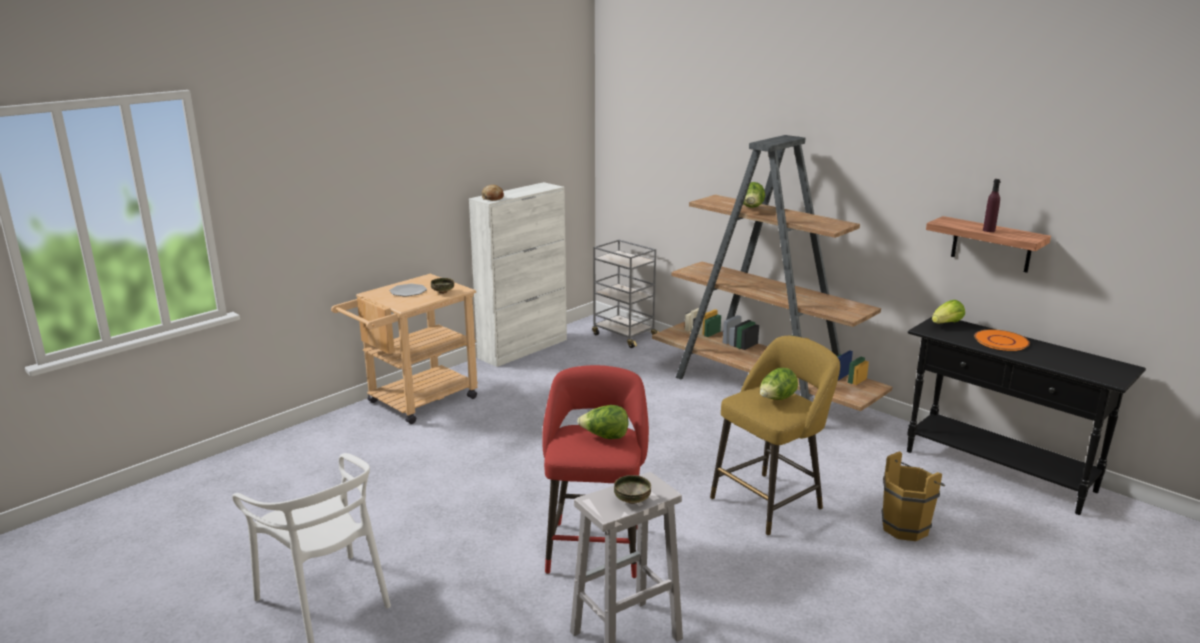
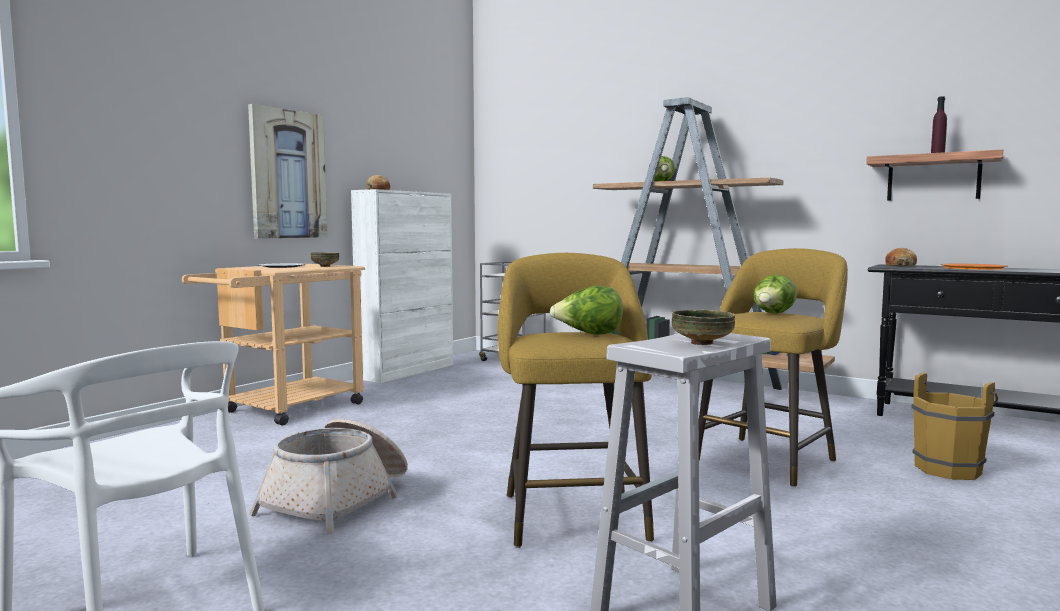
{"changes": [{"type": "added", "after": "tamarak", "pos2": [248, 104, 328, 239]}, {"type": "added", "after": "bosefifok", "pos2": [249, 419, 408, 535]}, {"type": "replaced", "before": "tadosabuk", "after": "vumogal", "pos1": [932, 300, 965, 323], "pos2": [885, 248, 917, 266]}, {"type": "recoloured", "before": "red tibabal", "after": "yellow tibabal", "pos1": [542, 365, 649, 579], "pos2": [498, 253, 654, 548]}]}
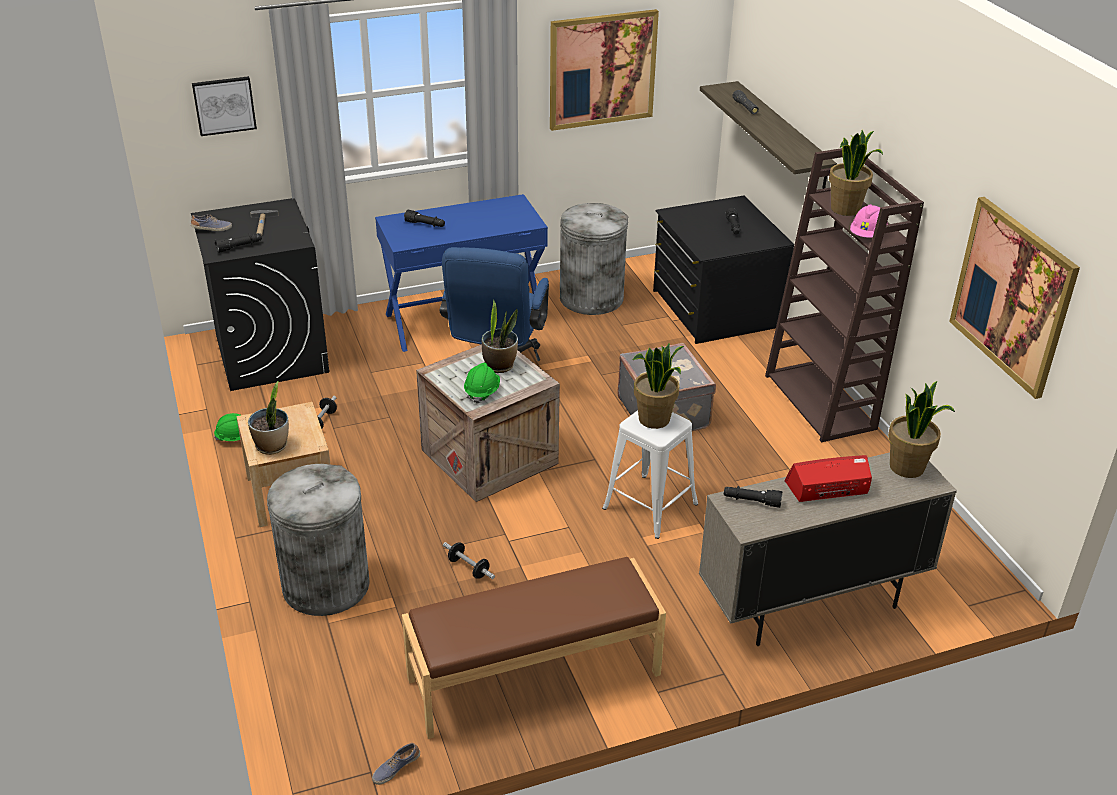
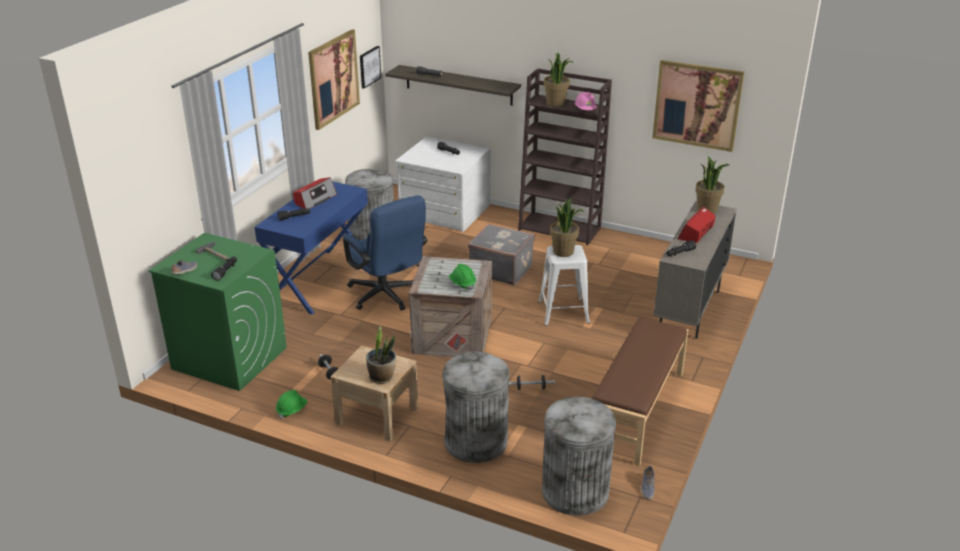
{"changes": [{"type": "removed", "before": "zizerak", "pos1": [482, 299, 518, 373]}, {"type": "added", "after": "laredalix", "pos2": [293, 177, 337, 209]}, {"type": "added", "after": "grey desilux", "pos2": [542, 397, 616, 516]}, {"type": "moved", "before": "tamarak", "pos1": [192, 76, 257, 136], "pos2": [360, 46, 381, 89]}, {"type": "recoloured", "before": "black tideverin", "after": "green tideverin", "pos1": [191, 198, 329, 391], "pos2": [149, 233, 287, 391]}, {"type": "recoloured", "before": "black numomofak", "after": "white numomofak", "pos1": [653, 196, 794, 344], "pos2": [395, 136, 491, 232]}]}
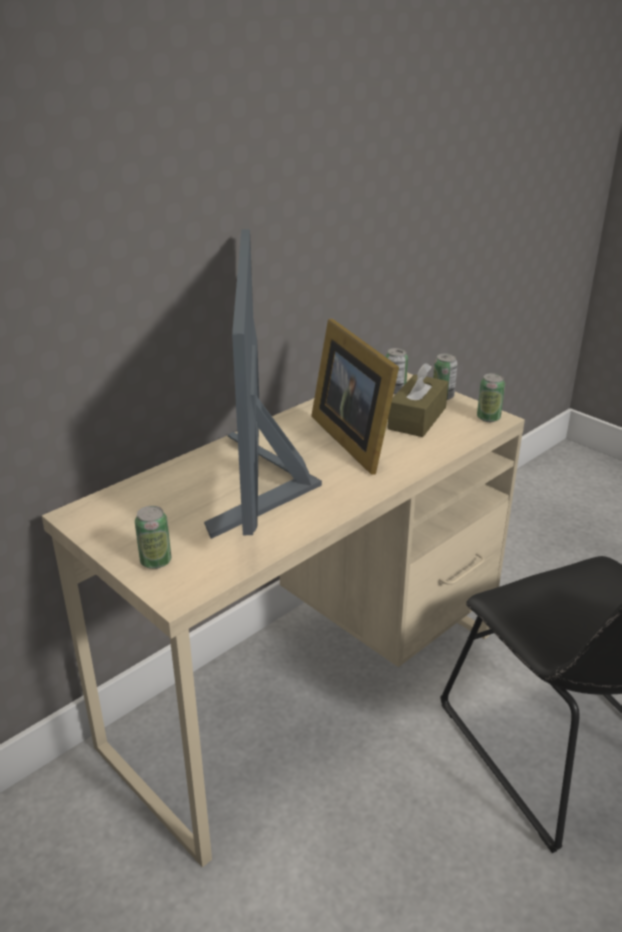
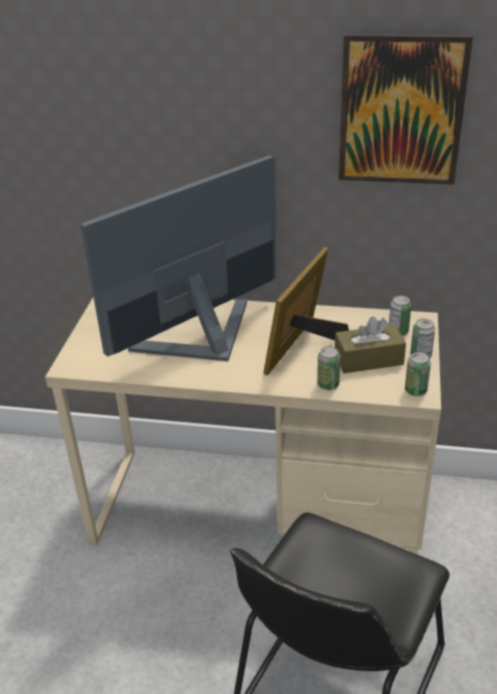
{"changes": [{"type": "added", "after": "tamarak", "pos2": [339, 33, 473, 185]}, {"type": "moved", "before": "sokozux", "pos1": [135, 506, 171, 569], "pos2": [317, 346, 340, 390]}]}
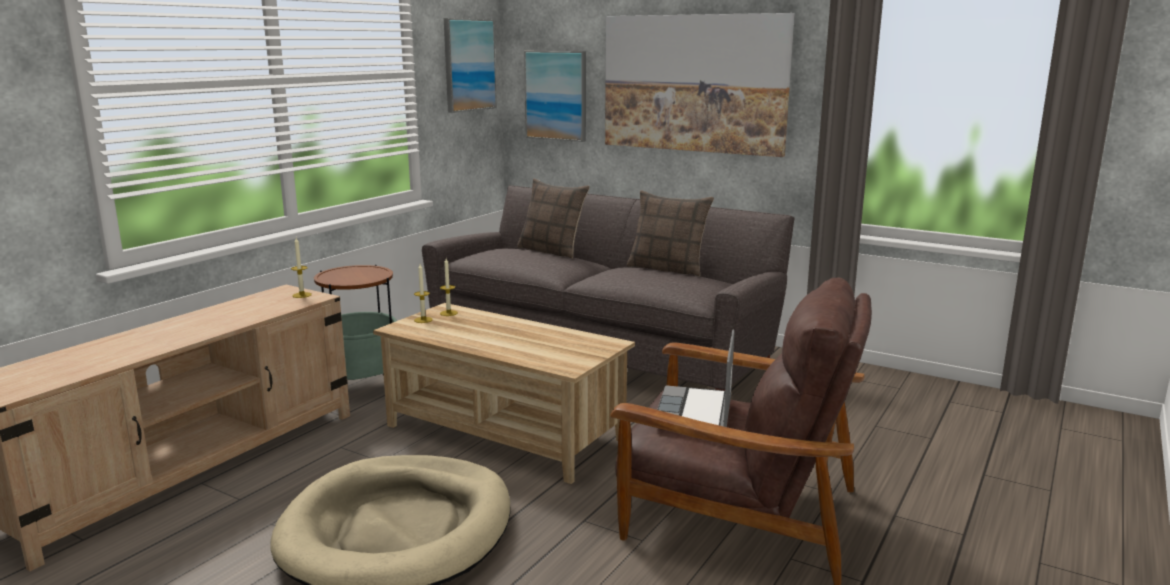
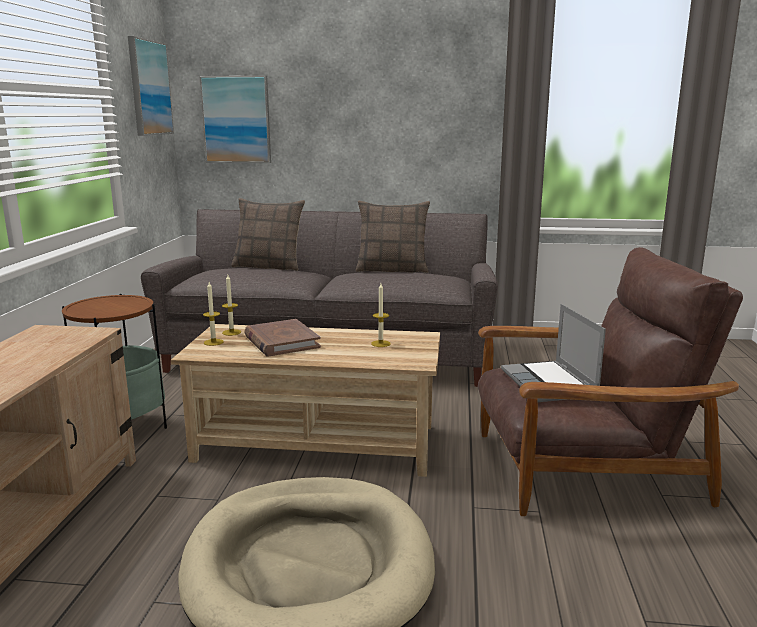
{"changes": [{"type": "removed", "before": "tamarak", "pos1": [605, 13, 795, 157]}, {"type": "added", "after": "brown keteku", "pos2": [244, 319, 321, 357]}, {"type": "moved", "before": "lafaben", "pos1": [291, 238, 312, 298], "pos2": [371, 284, 391, 347]}]}
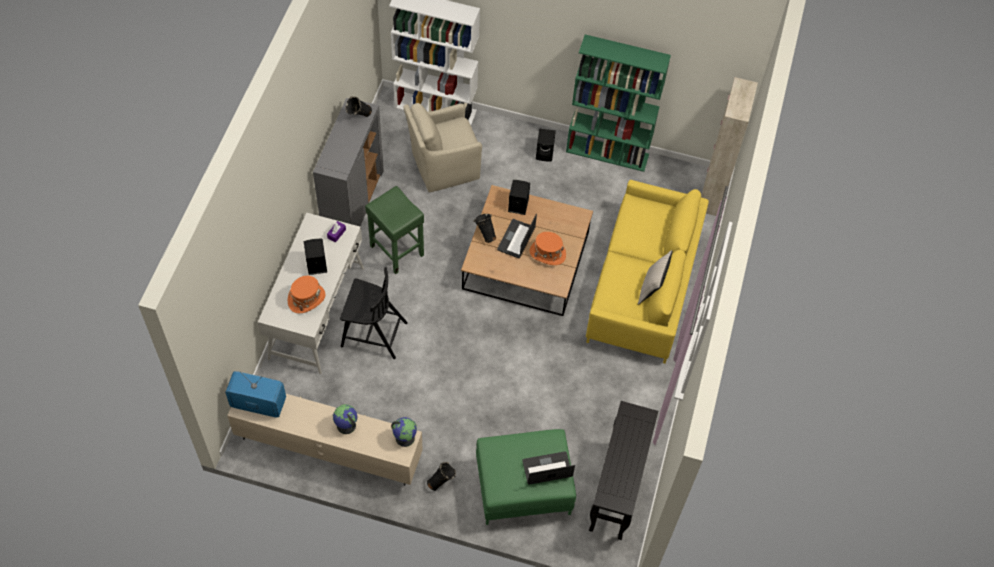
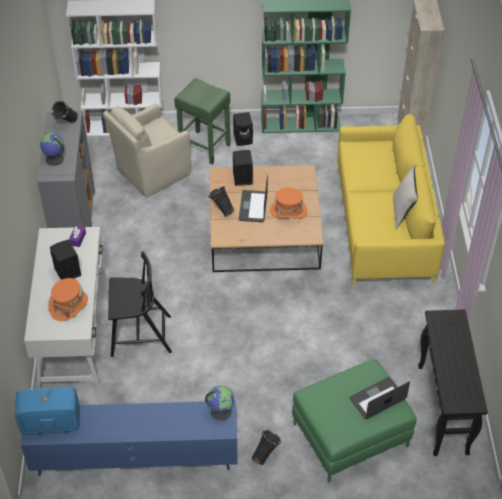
{"changes": [{"type": "moved", "before": "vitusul", "pos1": [333, 404, 358, 434], "pos2": [40, 133, 64, 166]}, {"type": "moved", "before": "green tibabal", "pos1": [365, 186, 424, 274], "pos2": [174, 78, 231, 164]}, {"type": "recoloured", "before": "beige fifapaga", "after": "blue fifapaga", "pos1": [227, 394, 423, 486], "pos2": [21, 401, 238, 476]}]}
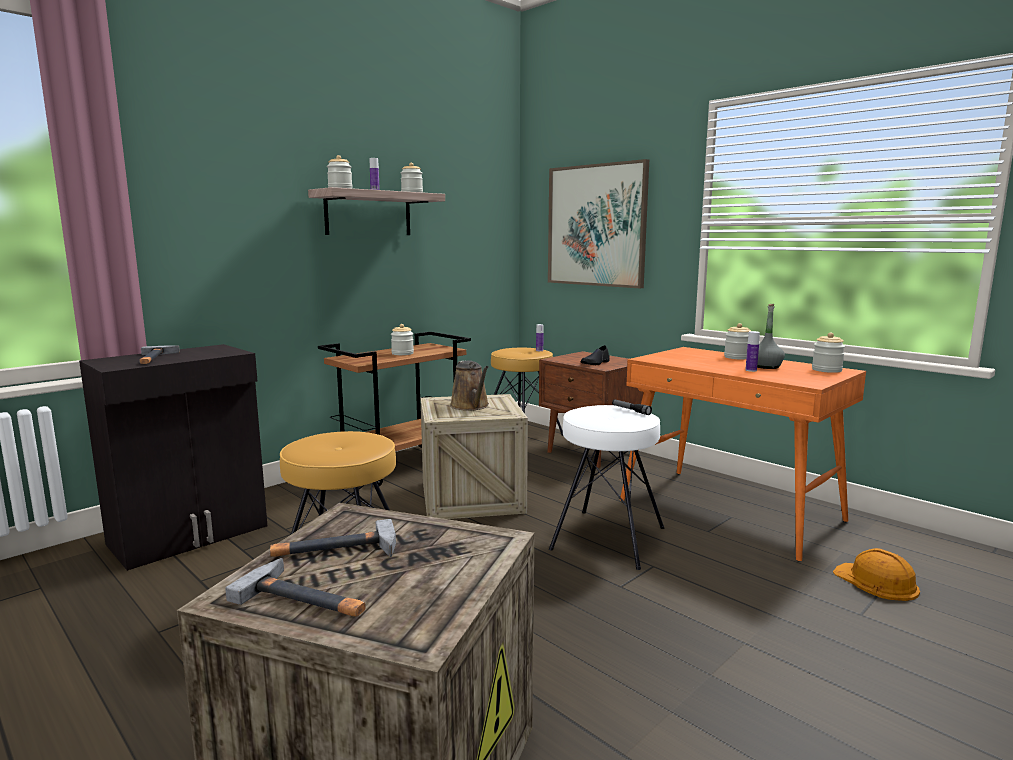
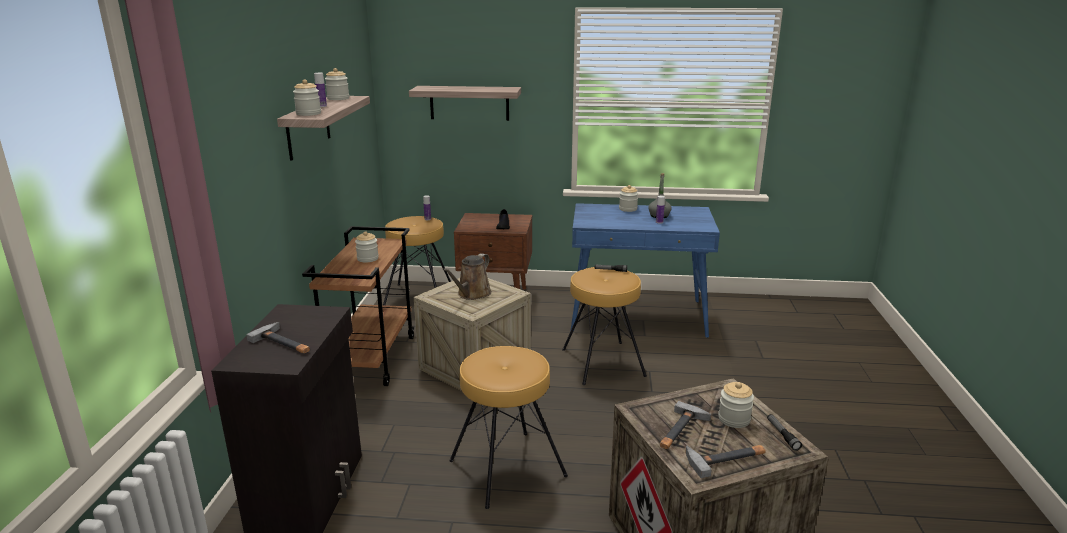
{"changes": [{"type": "removed", "before": "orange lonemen", "pos1": [833, 548, 920, 601]}, {"type": "added", "after": "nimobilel", "pos2": [767, 414, 802, 451]}, {"type": "moved", "before": "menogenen", "pos1": [812, 332, 845, 373], "pos2": [718, 382, 754, 428]}, {"type": "replaced", "before": "tamarak", "after": "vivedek", "pos1": [548, 159, 649, 288], "pos2": [409, 86, 521, 121]}, {"type": "recoloured", "before": "white tibabal", "after": "brown tibabal", "pos1": [549, 405, 665, 570], "pos2": [562, 267, 647, 385]}, {"type": "recoloured", "before": "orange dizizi", "after": "blue dizizi", "pos1": [620, 347, 866, 562], "pos2": [570, 203, 720, 338]}, {"type": "turned", "before": "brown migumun", "pos1": [450, 360, 489, 411], "pos2": [443, 253, 492, 300], "turn": 90}]}
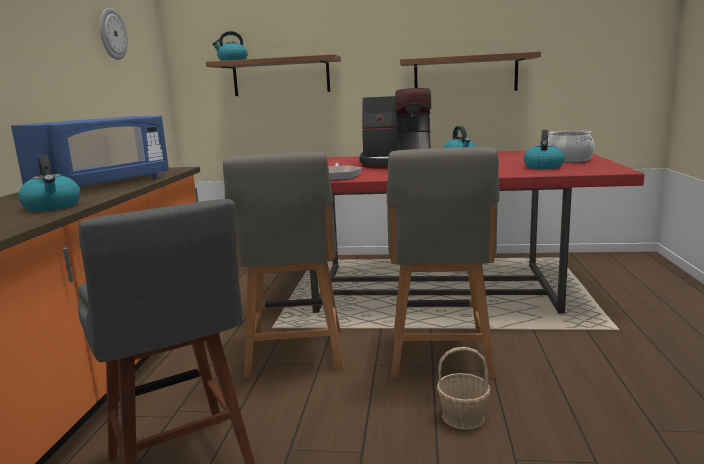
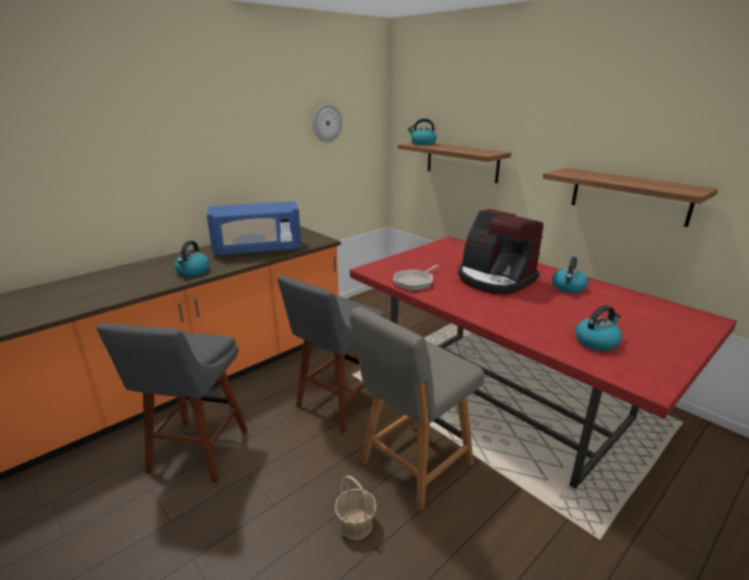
{"changes": [{"type": "removed", "before": "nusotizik", "pos1": [548, 130, 595, 163]}, {"type": "replaced", "before": "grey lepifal", "after": "grey tibabal", "pos1": [223, 152, 344, 378], "pos2": [278, 275, 385, 433]}]}
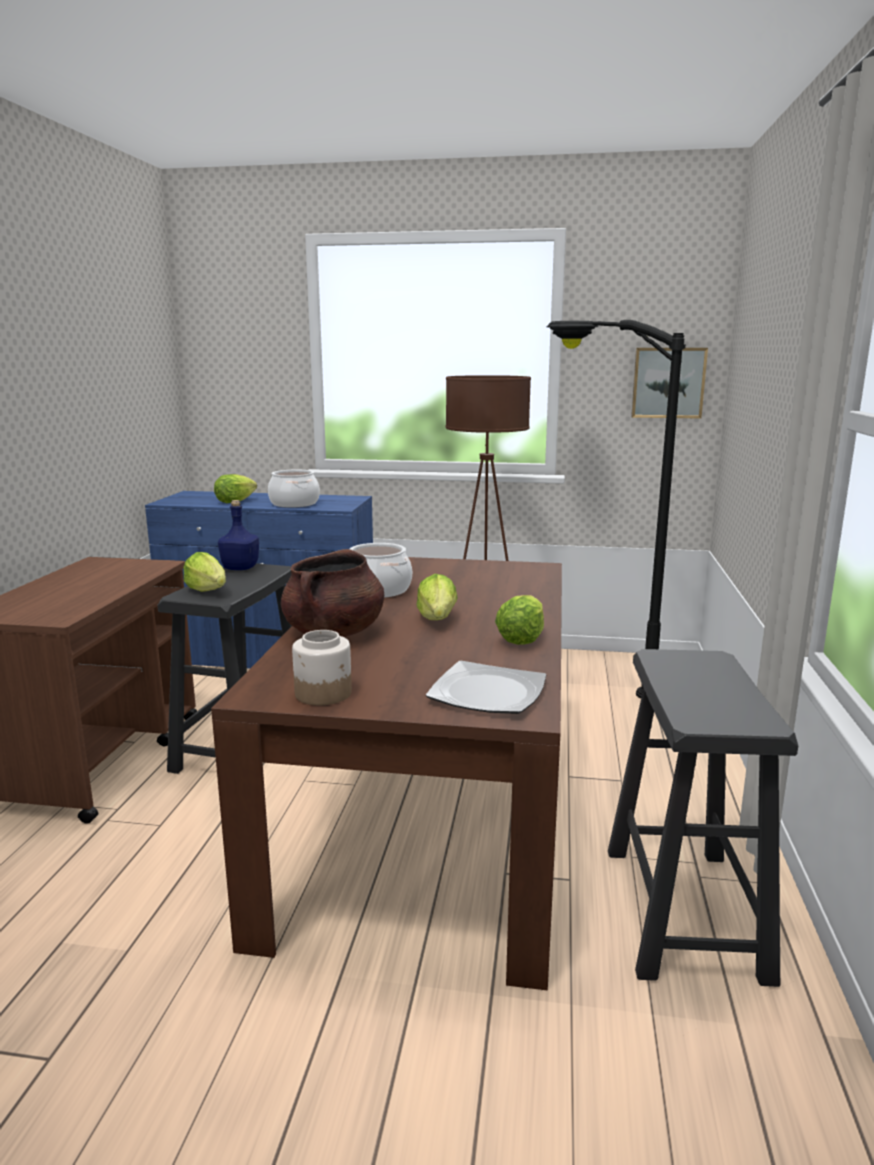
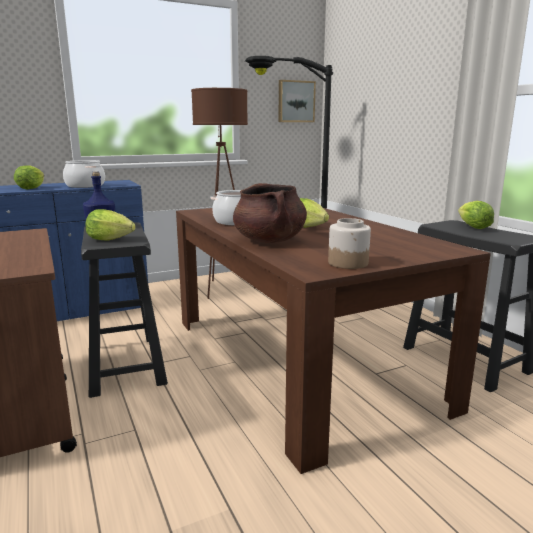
{"changes": [{"type": "removed", "before": "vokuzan", "pos1": [426, 661, 546, 714]}, {"type": "moved", "before": "tadosabuk", "pos1": [495, 595, 544, 645], "pos2": [458, 201, 494, 229]}]}
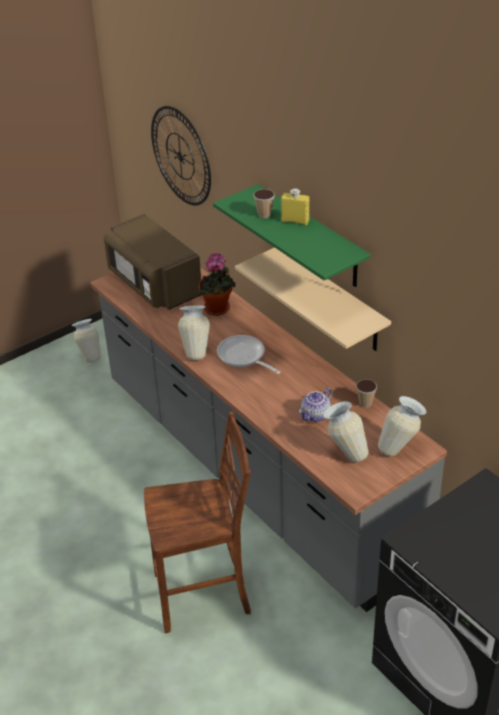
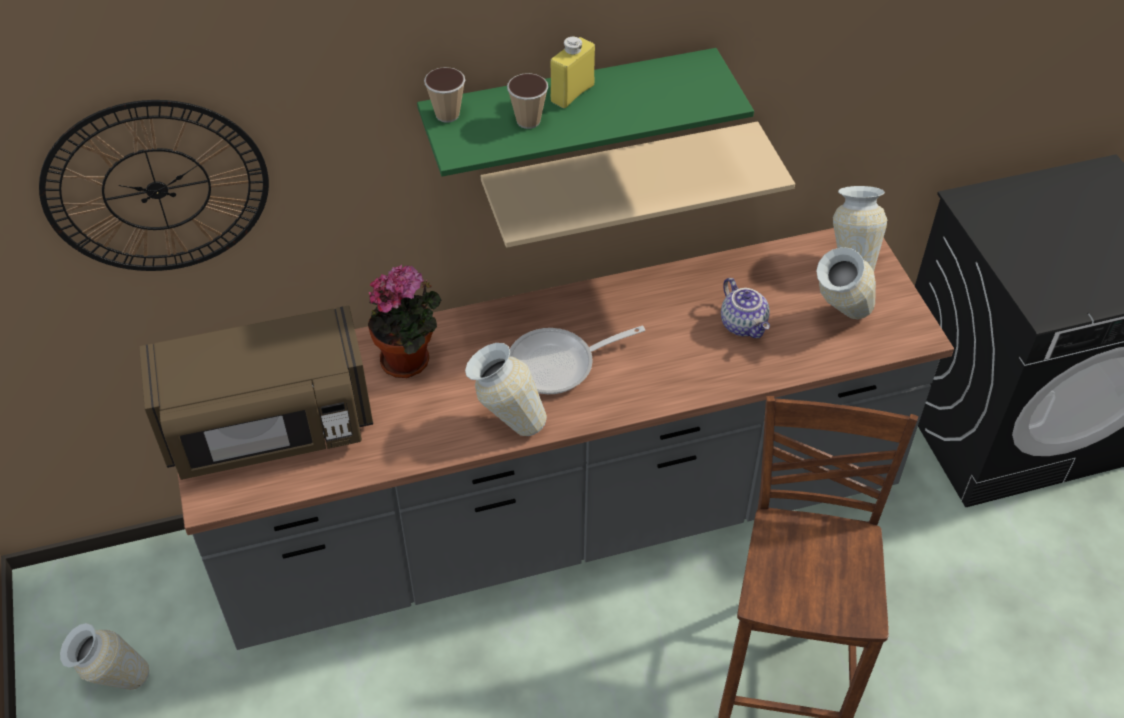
{"changes": [{"type": "moved", "before": "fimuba", "pos1": [356, 379, 377, 408], "pos2": [424, 67, 465, 123]}]}
